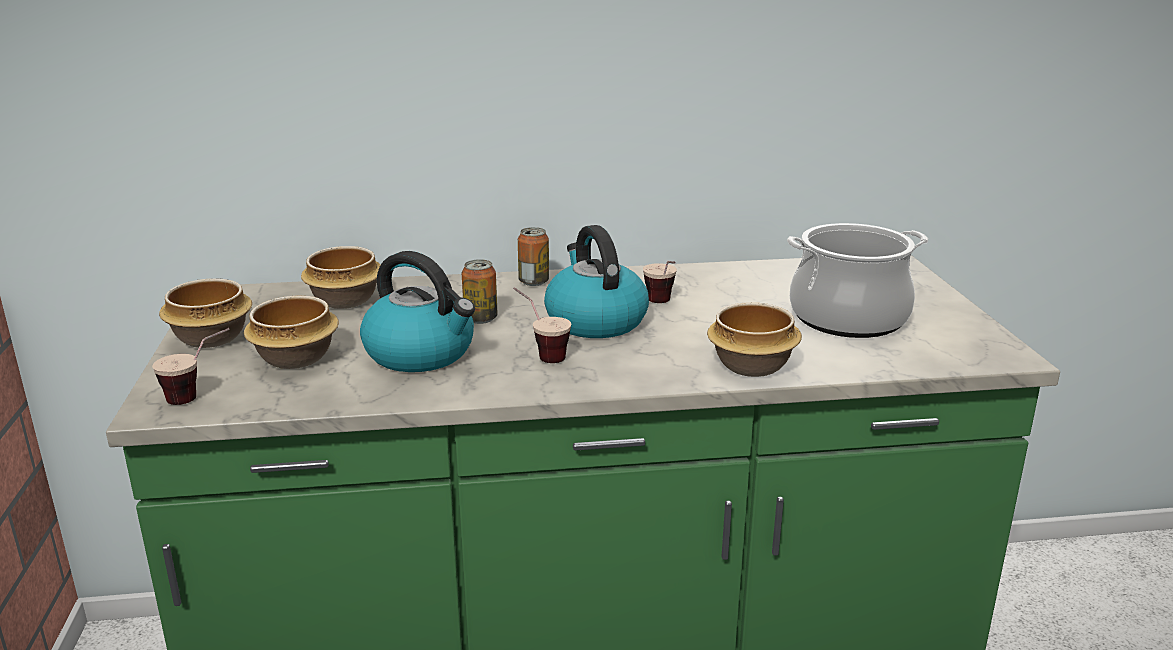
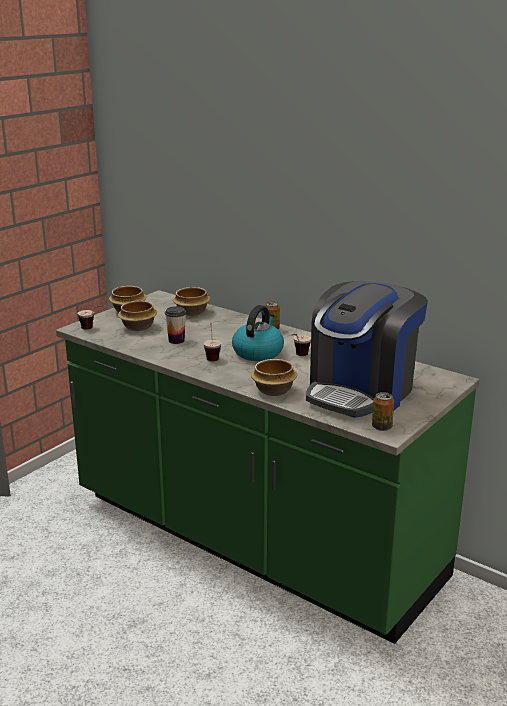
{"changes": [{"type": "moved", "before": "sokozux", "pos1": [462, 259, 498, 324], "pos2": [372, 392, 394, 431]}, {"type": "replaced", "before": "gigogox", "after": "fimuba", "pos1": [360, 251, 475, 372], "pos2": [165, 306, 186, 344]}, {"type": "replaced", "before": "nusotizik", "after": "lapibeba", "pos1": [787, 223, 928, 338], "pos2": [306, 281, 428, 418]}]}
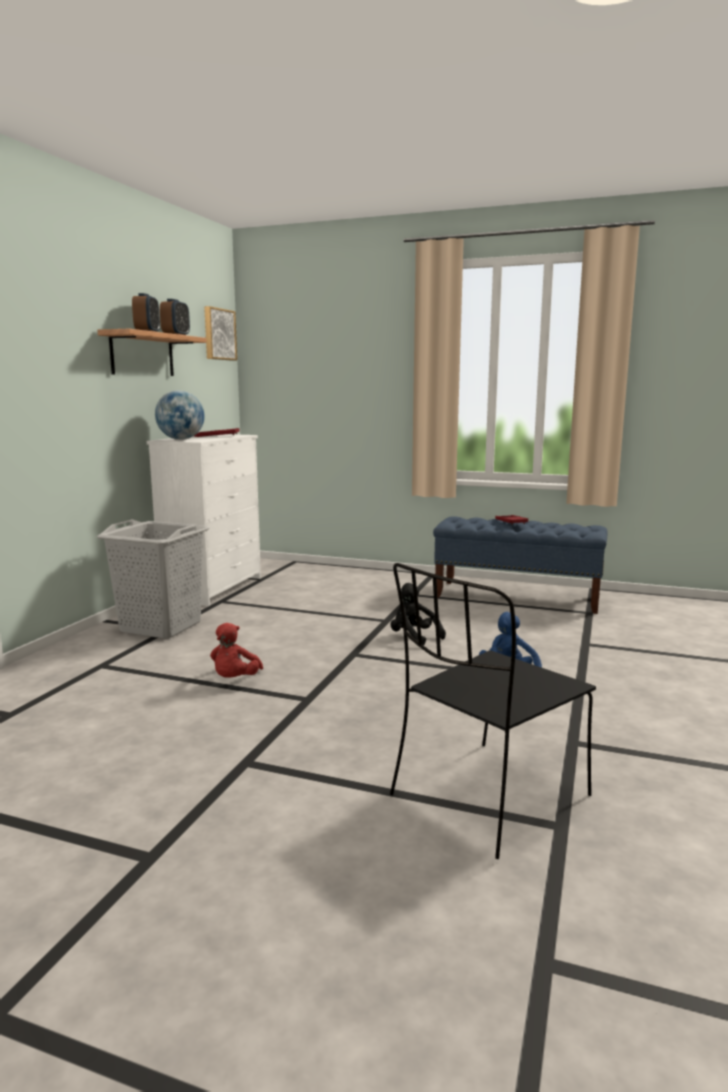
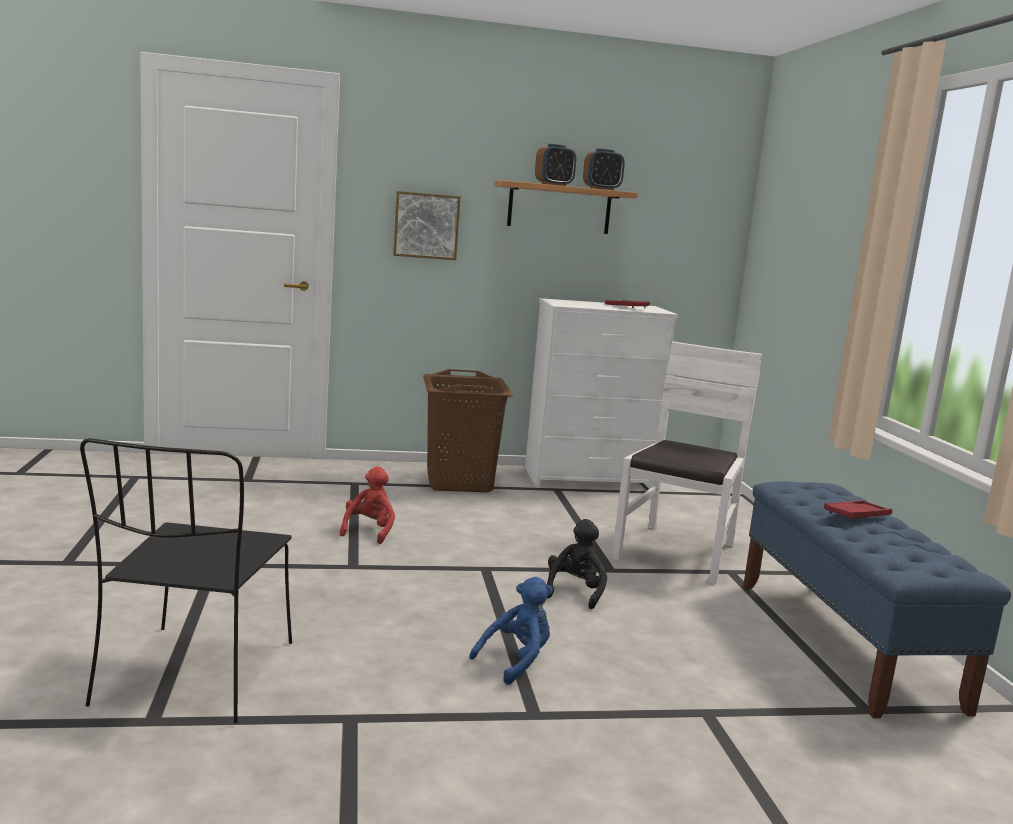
{"changes": [{"type": "removed", "before": "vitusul", "pos1": [155, 390, 205, 440]}, {"type": "added", "after": "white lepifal", "pos2": [612, 342, 762, 584]}, {"type": "moved", "before": "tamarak", "pos1": [204, 306, 237, 361], "pos2": [393, 191, 461, 260]}, {"type": "recoloured", "before": "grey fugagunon", "after": "brown fugagunon", "pos1": [96, 519, 210, 639], "pos2": [423, 369, 513, 492]}, {"type": "turned", "before": "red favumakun", "pos1": [210, 623, 263, 678], "pos2": [339, 466, 395, 544], "turn": 120}, {"type": "turned", "before": "black lepifal", "pos1": [390, 563, 596, 859], "pos2": [80, 438, 292, 723], "turn": -105}]}
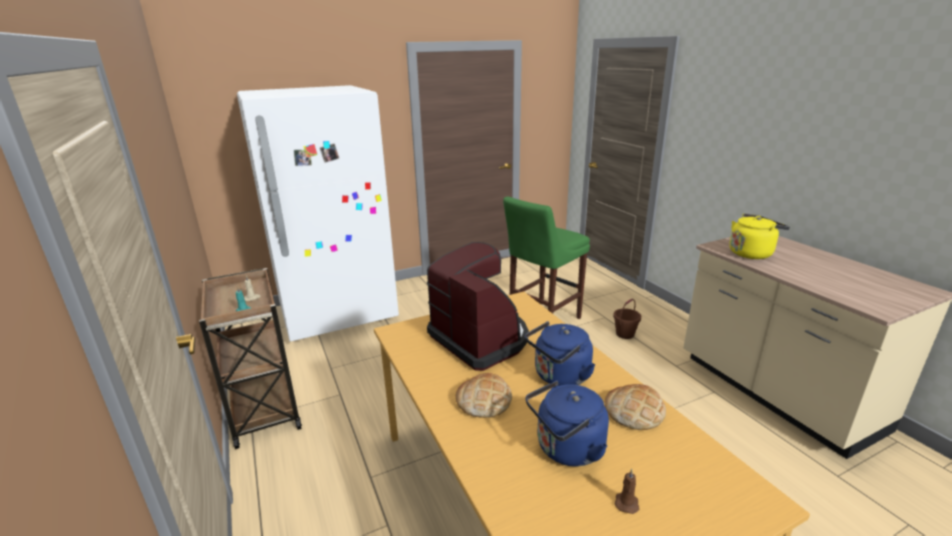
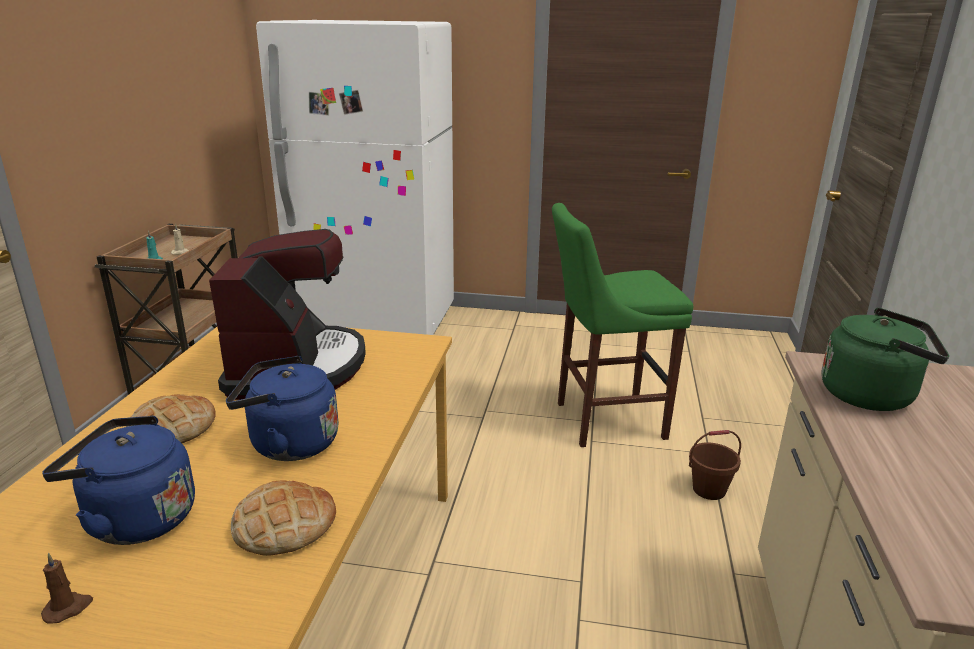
{"changes": [{"type": "recoloured", "before": "yellow gigogox", "after": "green gigogox", "pos1": [730, 213, 790, 259], "pos2": [822, 308, 949, 411]}]}
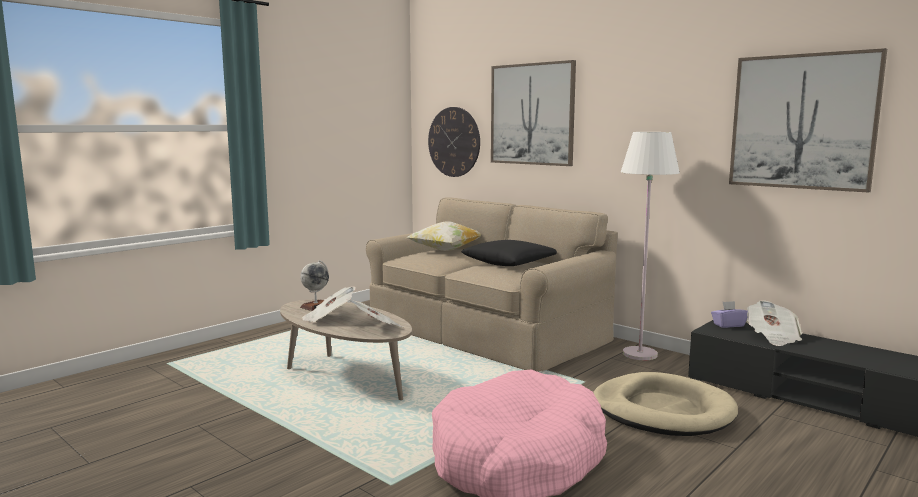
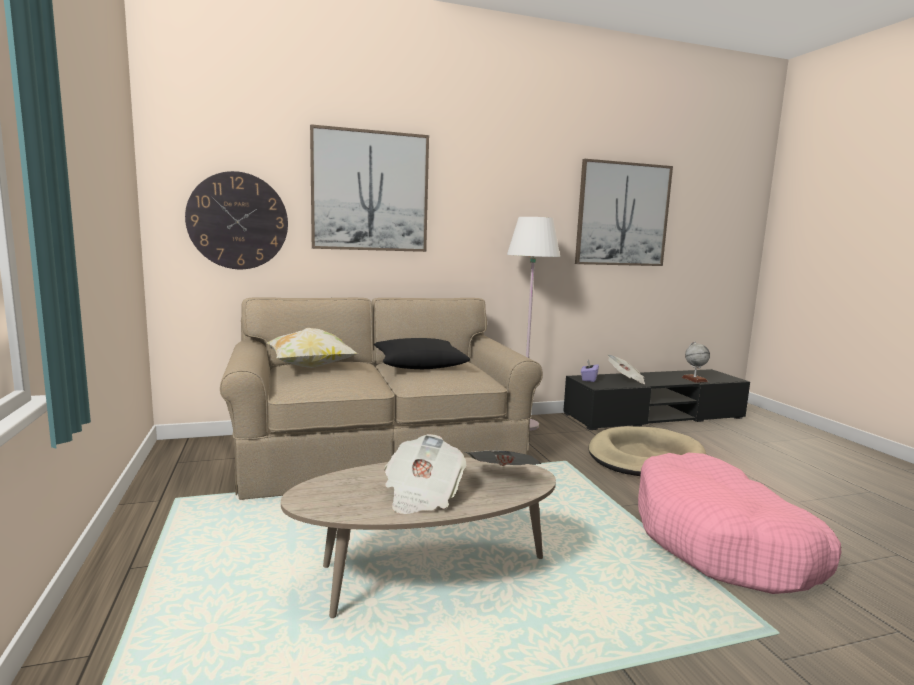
{"changes": [{"type": "moved", "before": "vitusul", "pos1": [300, 260, 329, 311], "pos2": [682, 342, 710, 383]}]}
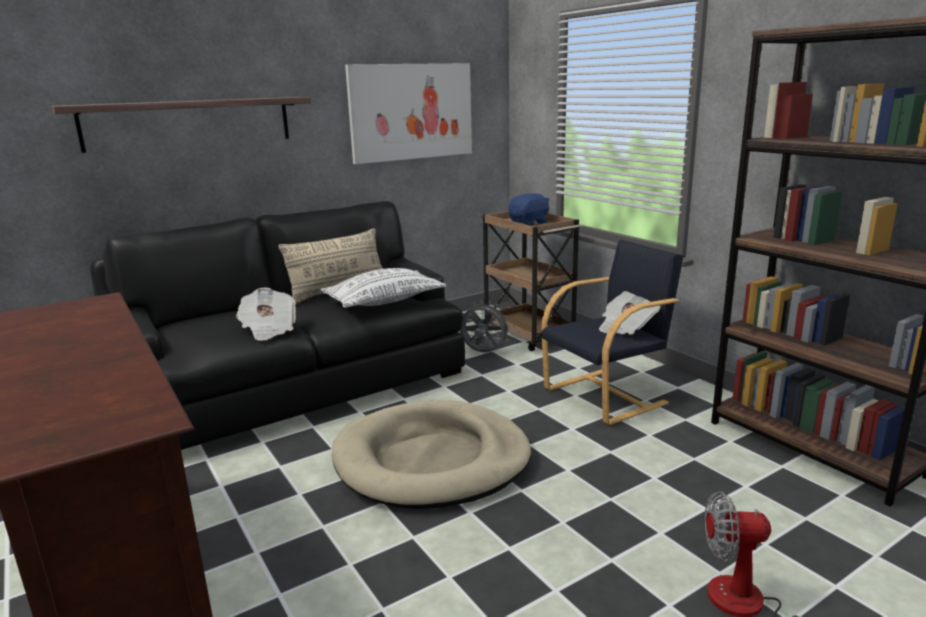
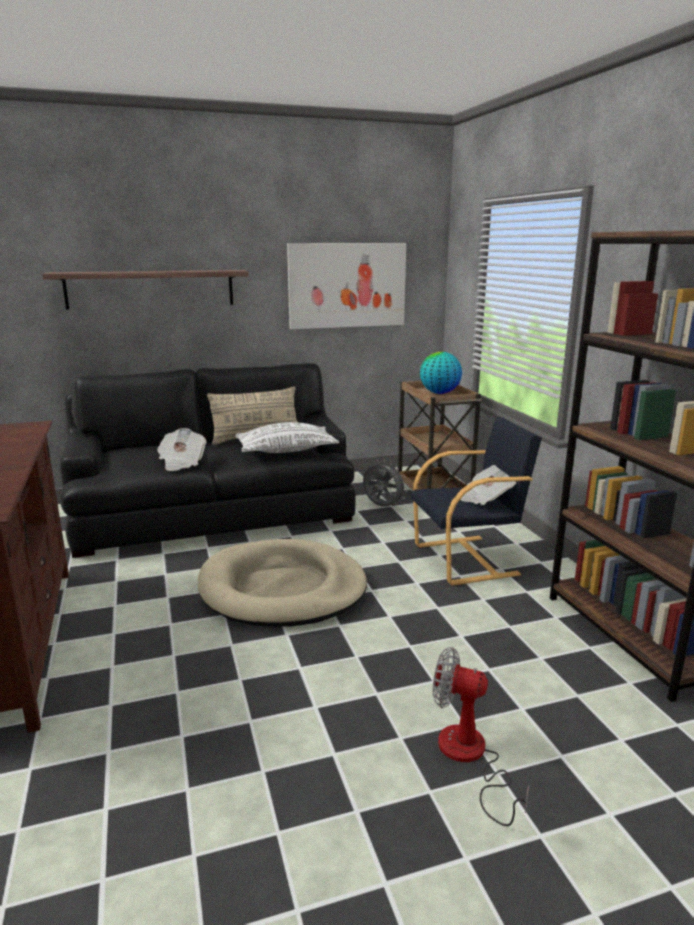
{"changes": [{"type": "replaced", "before": "blue favumakun", "after": "vitusul", "pos1": [508, 193, 550, 226], "pos2": [420, 352, 462, 394]}]}
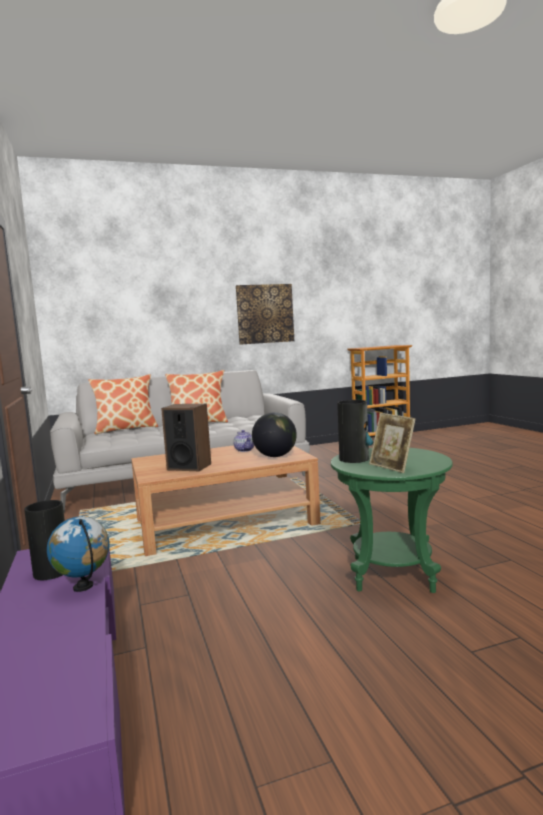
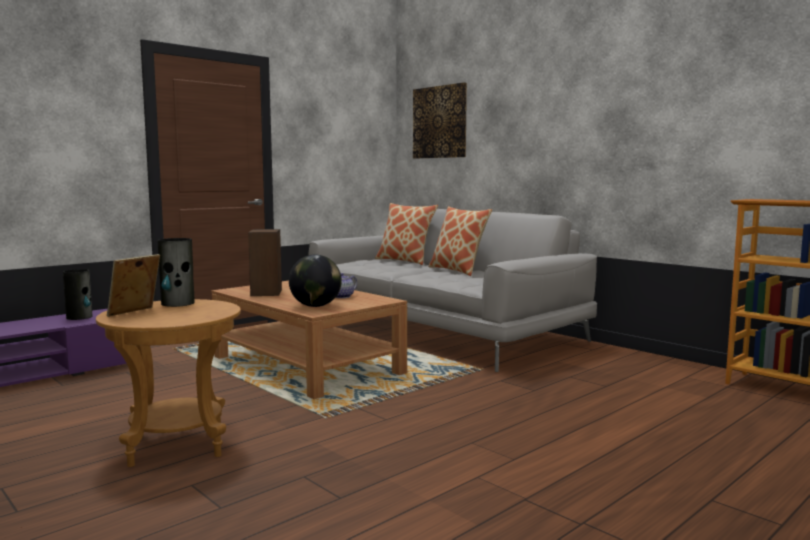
{"changes": [{"type": "removed", "before": "vitusul", "pos1": [47, 517, 109, 592]}, {"type": "moved", "before": "tamarak", "pos1": [236, 284, 294, 345], "pos2": [413, 82, 467, 159]}, {"type": "recoloured", "before": "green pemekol", "after": "brown pemekol", "pos1": [331, 448, 453, 593], "pos2": [96, 299, 241, 467]}]}
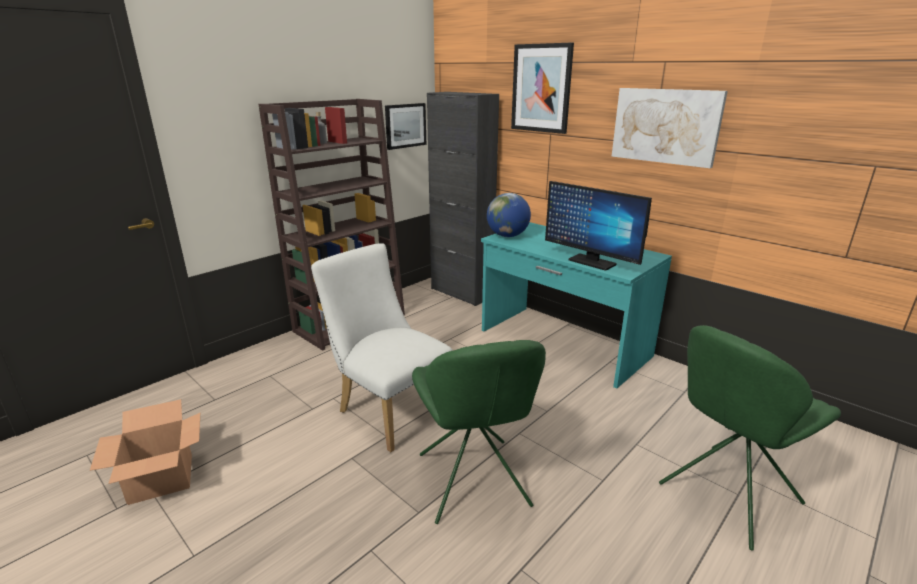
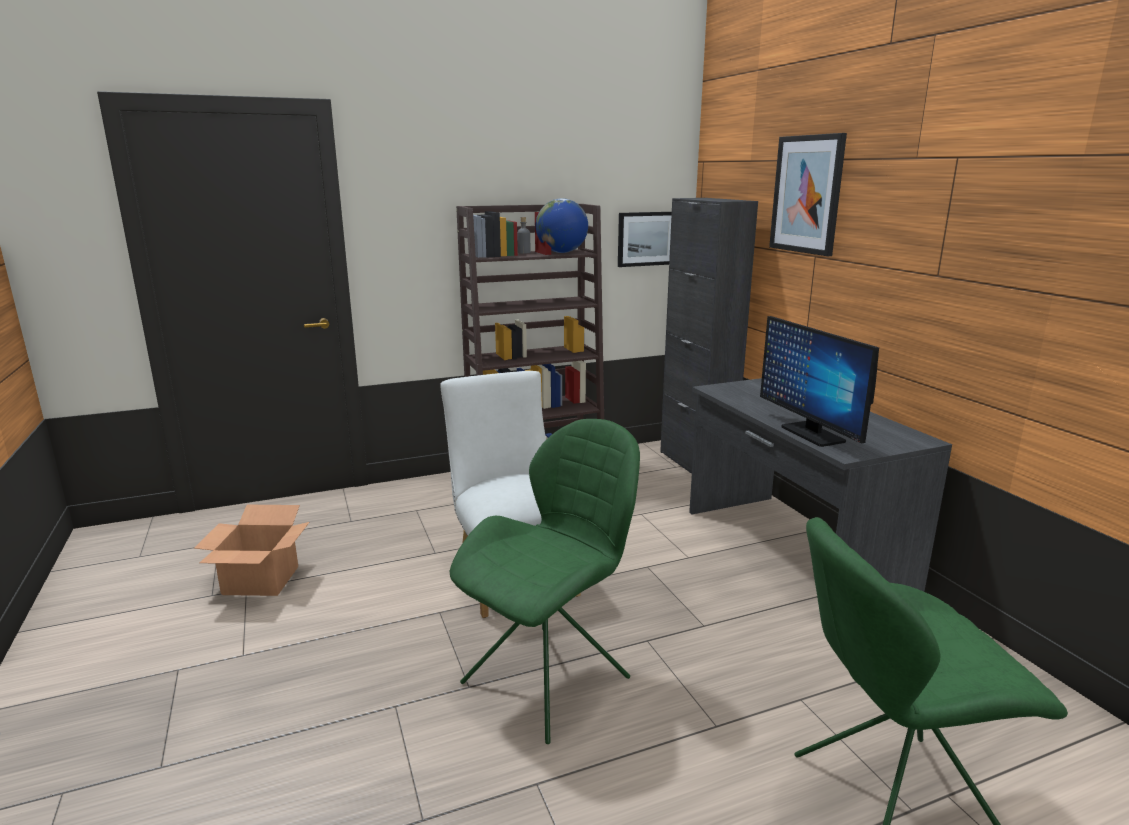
{"changes": [{"type": "removed", "before": "tamarak", "pos1": [612, 88, 728, 168]}, {"type": "moved", "before": "vitusul", "pos1": [487, 193, 531, 237], "pos2": [536, 198, 588, 253]}, {"type": "recoloured", "before": "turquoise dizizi", "after": "grey dizizi", "pos1": [481, 222, 672, 389], "pos2": [689, 378, 952, 592]}, {"type": "turned", "before": "green lepifal", "pos1": [412, 340, 546, 524], "pos2": [450, 419, 640, 744], "turn": -150}]}
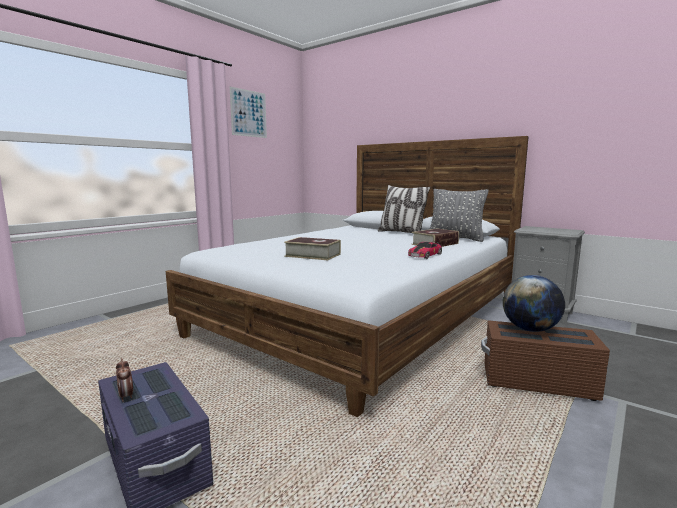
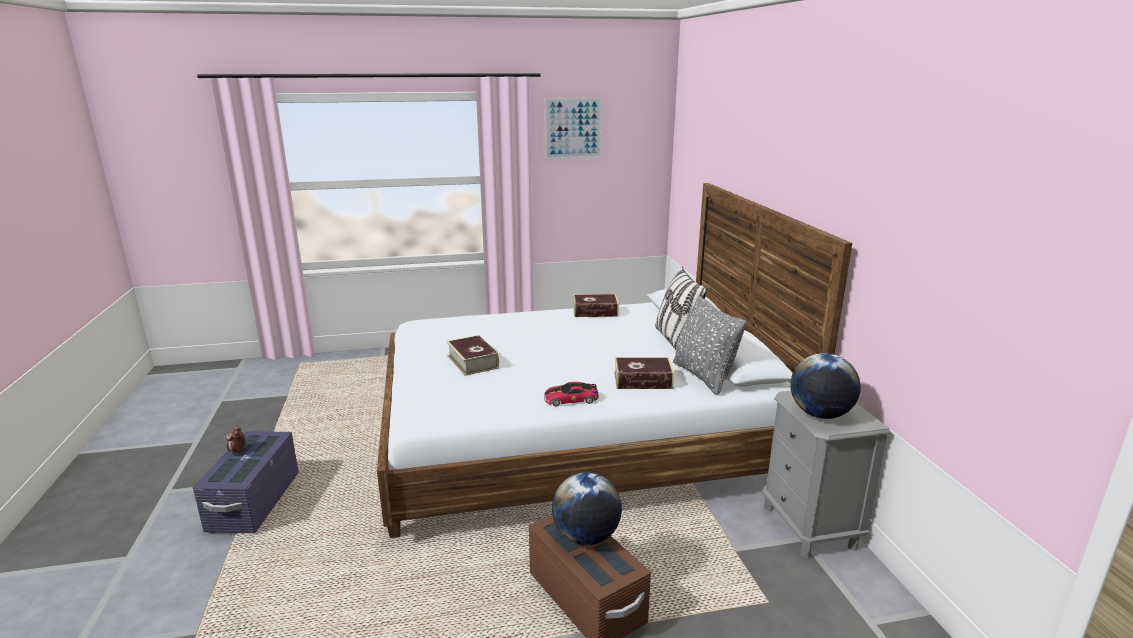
{"changes": [{"type": "added", "after": "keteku", "pos2": [573, 294, 619, 317]}, {"type": "added", "after": "vitusul", "pos2": [791, 353, 861, 419]}]}
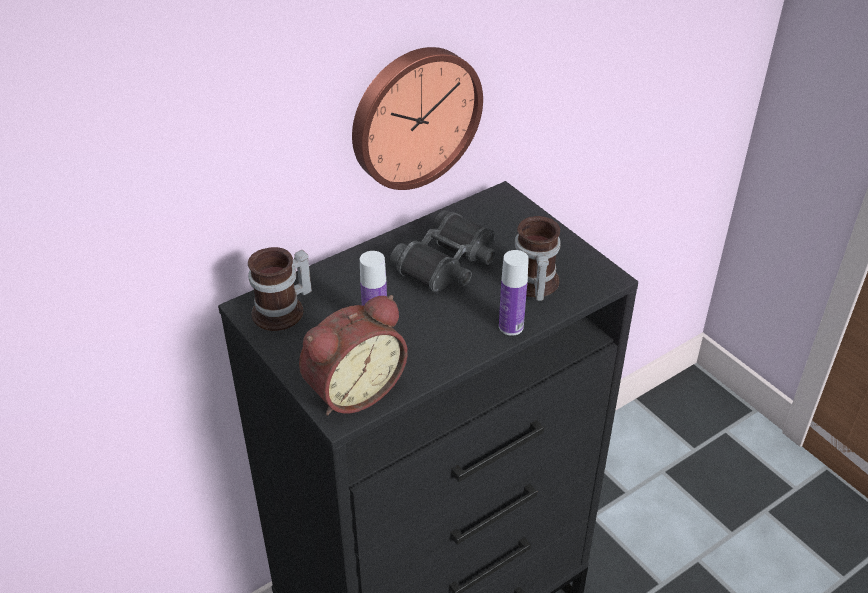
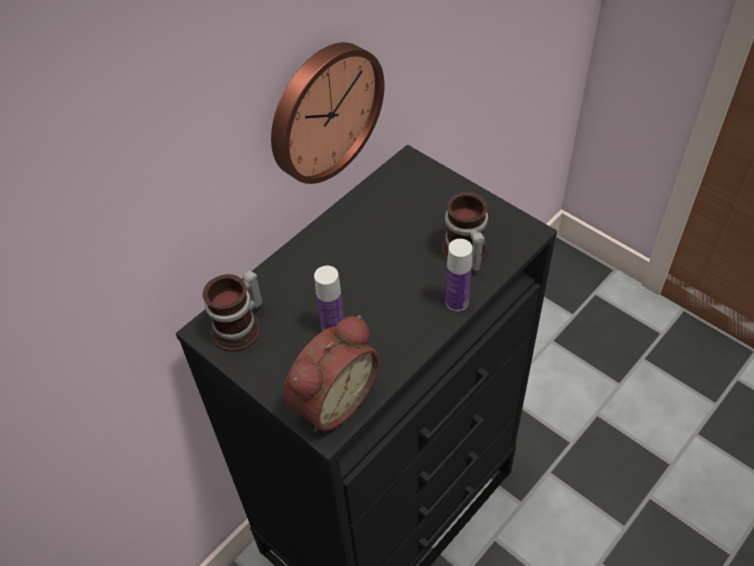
{"changes": [{"type": "removed", "before": "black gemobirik", "pos1": [390, 210, 496, 292]}]}
